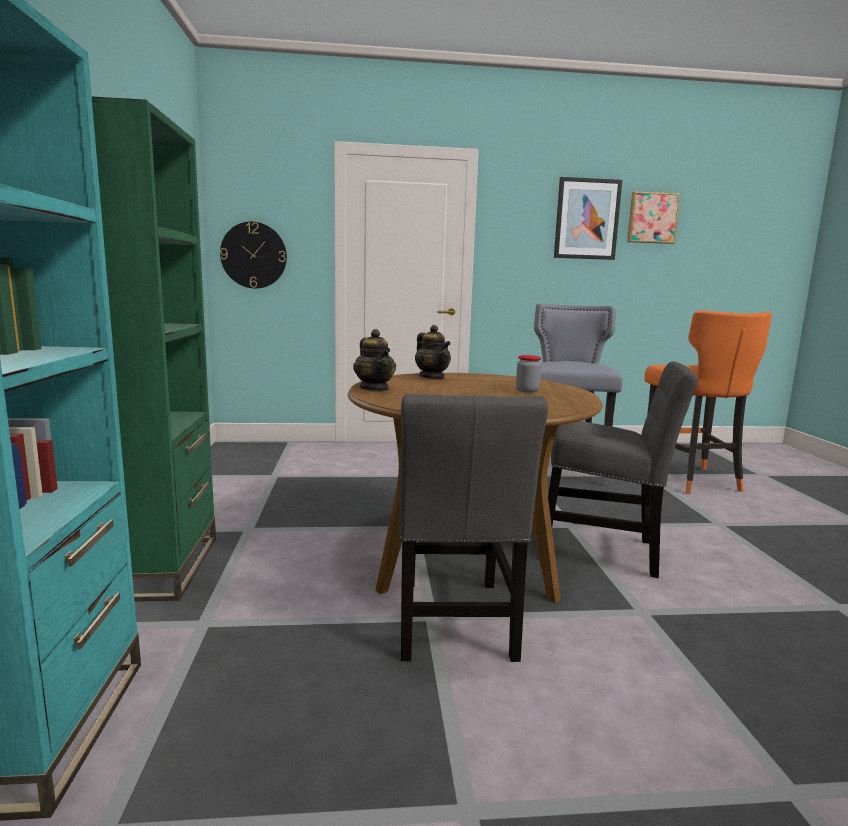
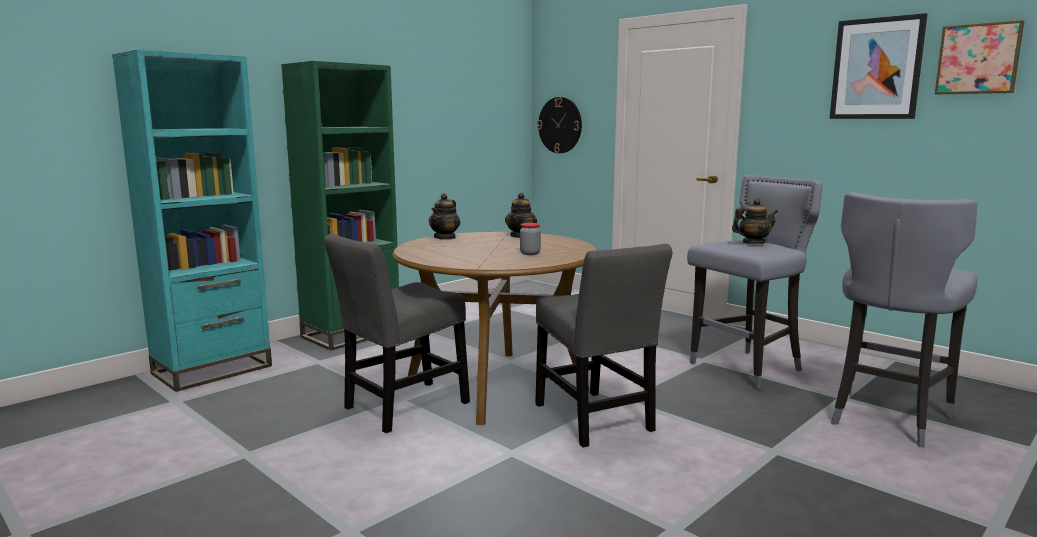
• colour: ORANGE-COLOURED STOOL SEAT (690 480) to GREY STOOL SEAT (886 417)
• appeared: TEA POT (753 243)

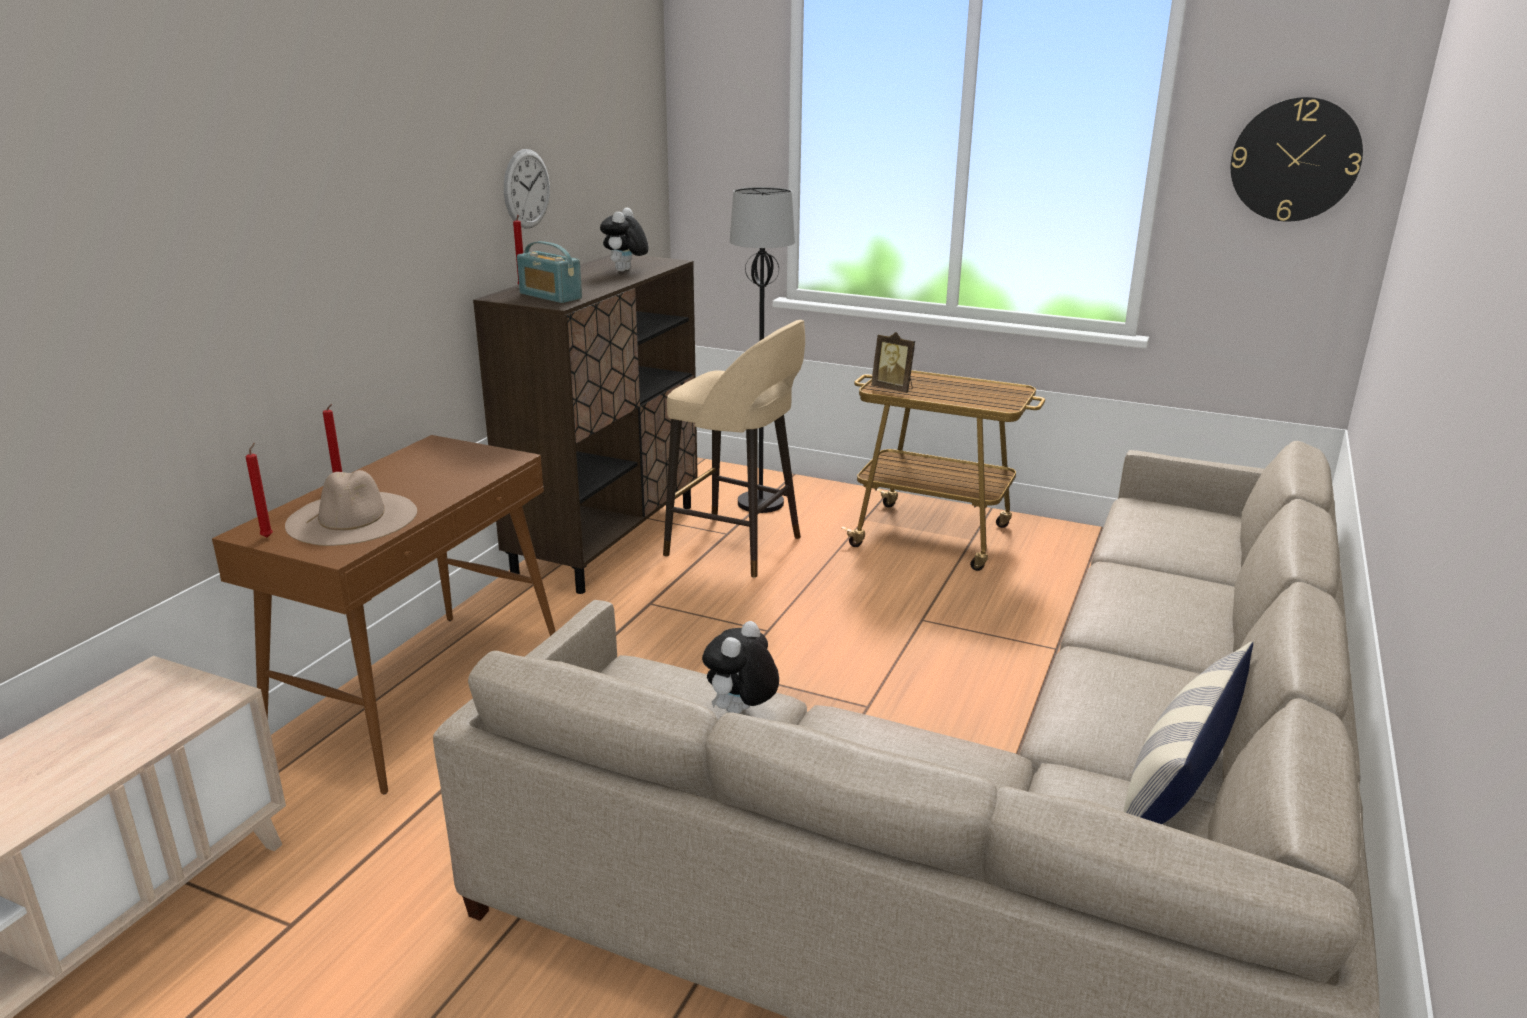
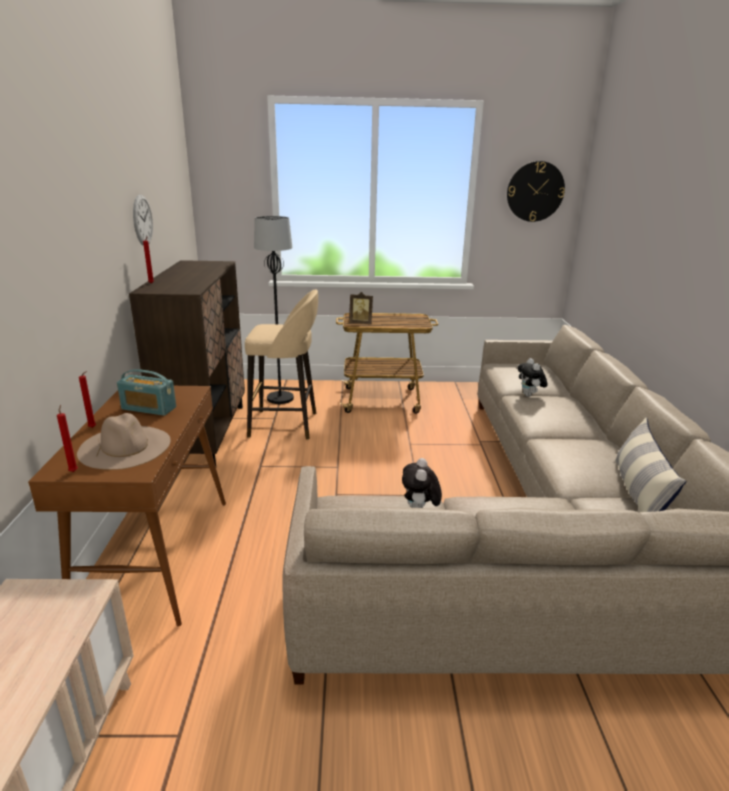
• relocated: RADIO (550 296) to (149 408)
• relocated: CUDDLY TOY (625 271) to (529 395)

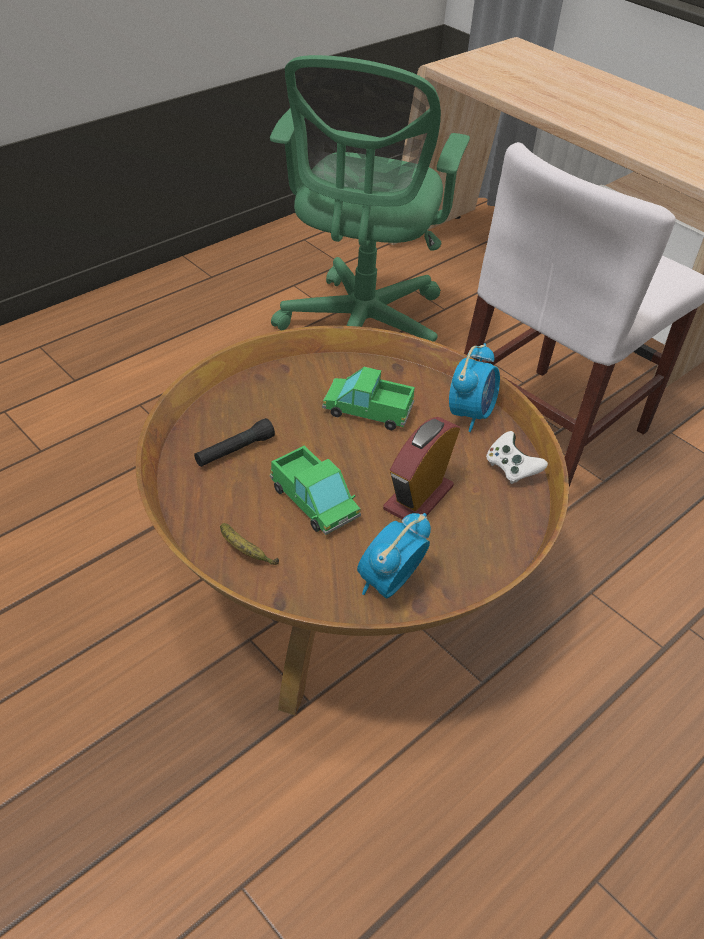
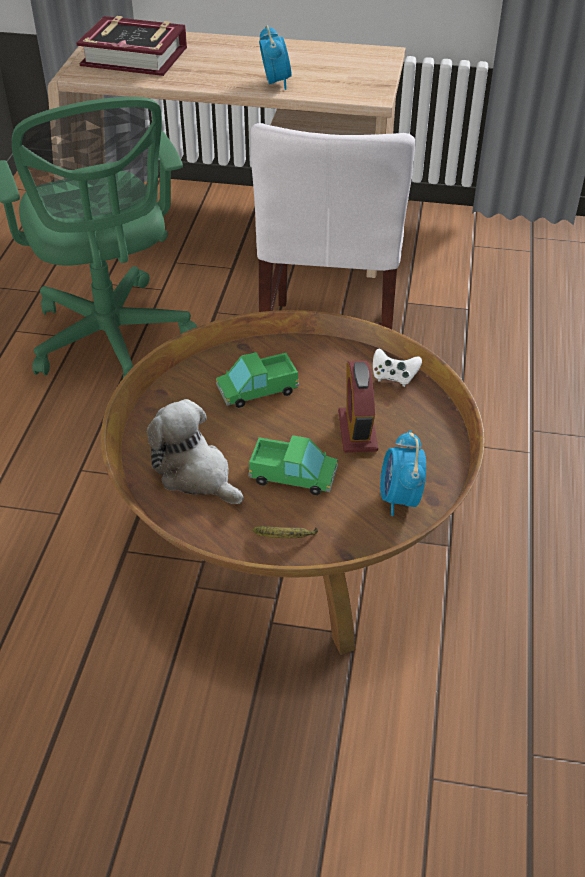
• exchanged: BLACK-COLOURED TORCH (234 450) to CUDDLY TOY (196 474)
• relocated: ALARM CLOCK (470 414) to (275 82)
• appeared: BOOK (134 56)

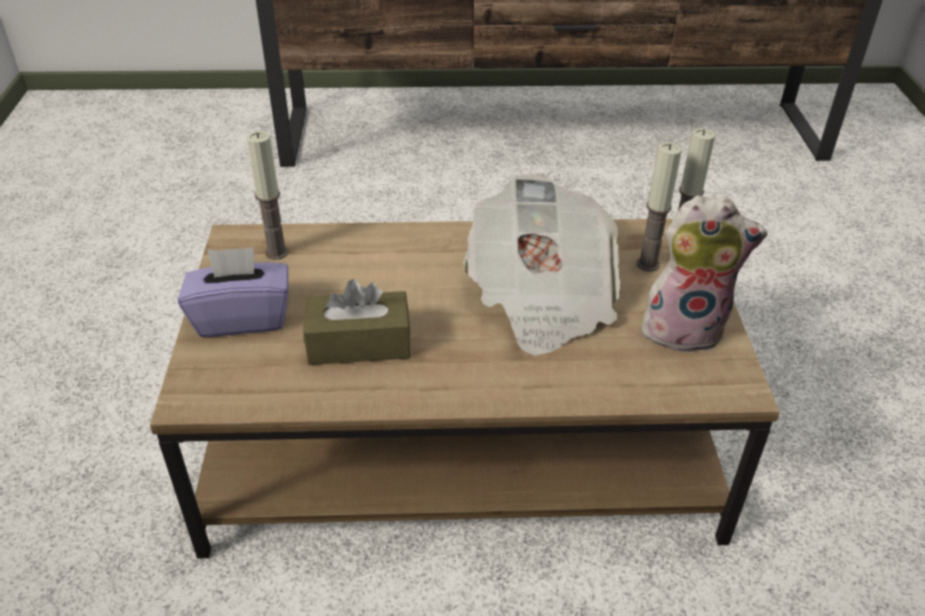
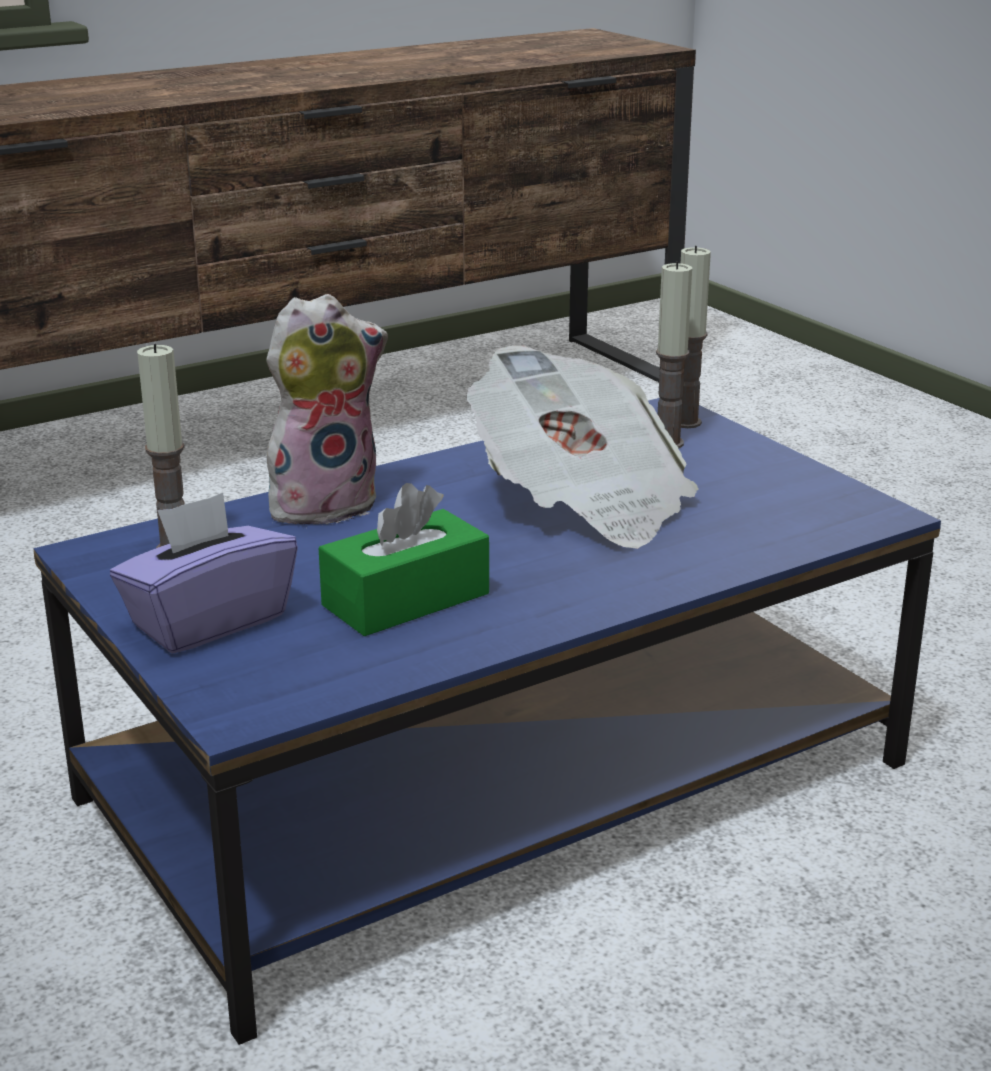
• colour: BROWN-COLOURED LOW TABLE (456 442) to BLUISH LOW TABLE (491 784)
• colour: BROWN-COLOURED BOX OF TISSUES (359 344) to GREENISH BOX OF TISSUES (406 599)
• relocated: CUDDLY TOY (684 328) to (325 503)

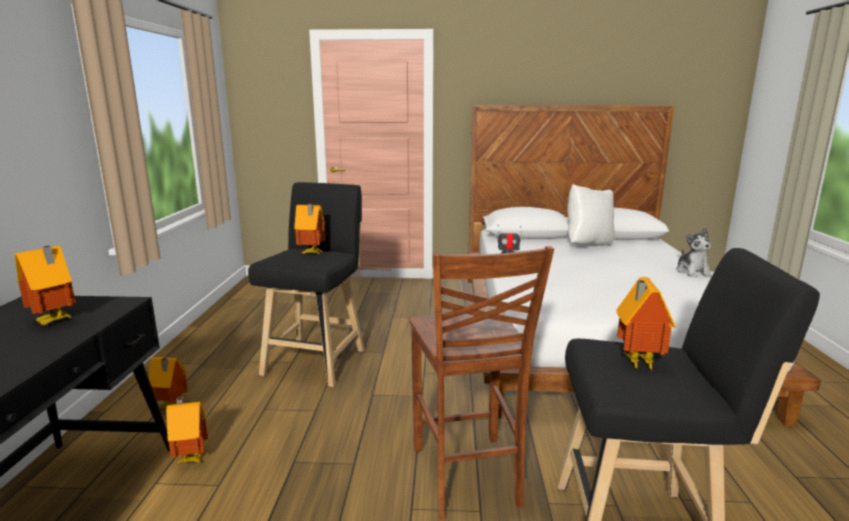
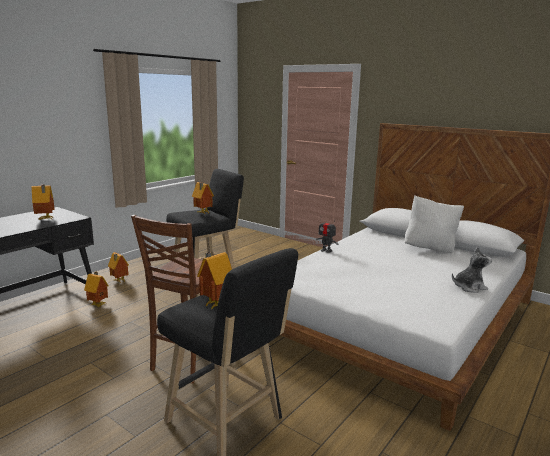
• spun: CUDDLY TOY (692 272) = (469 287) 135 degrees counterclockwise

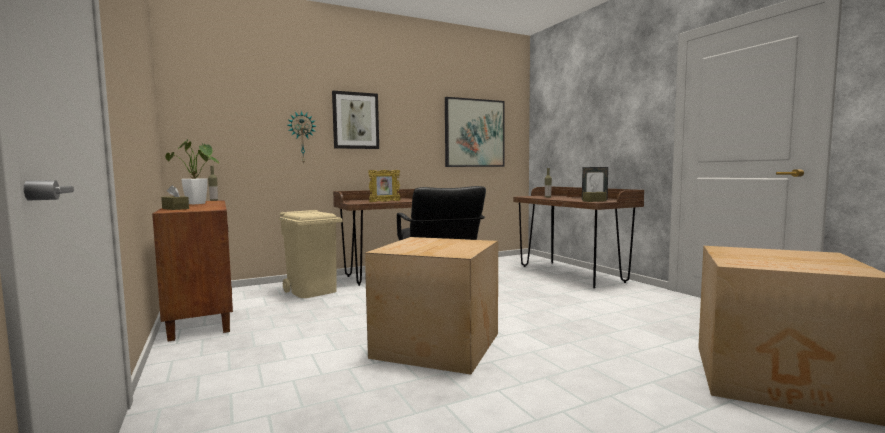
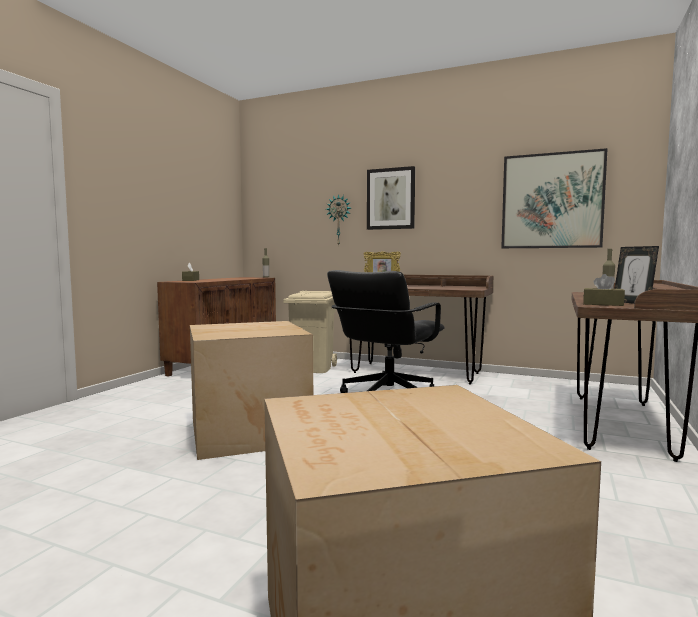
• missing: POTTED PLANT (198 204)

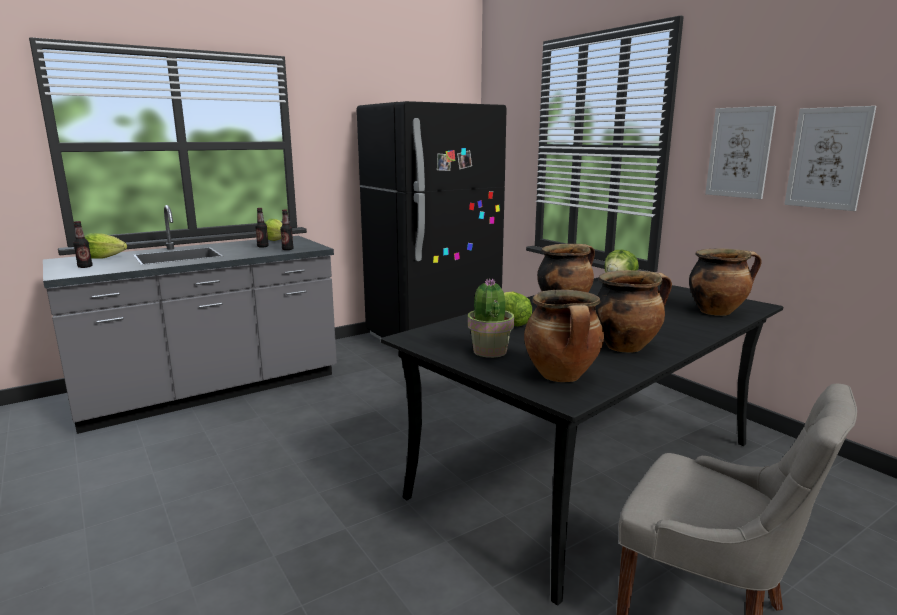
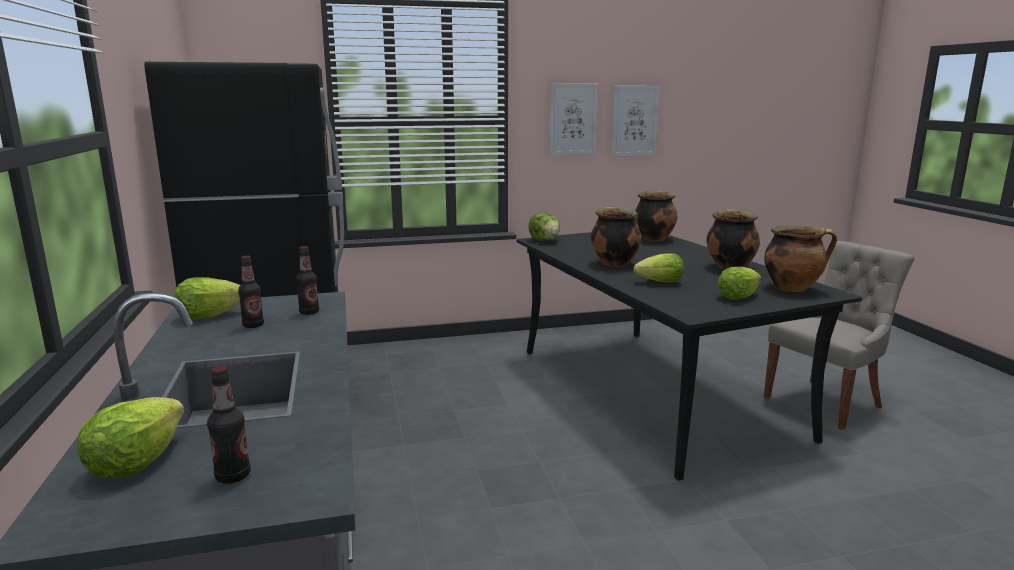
• exchanged: POTTED PLANT (489 352) to LETTUCE (737 297)

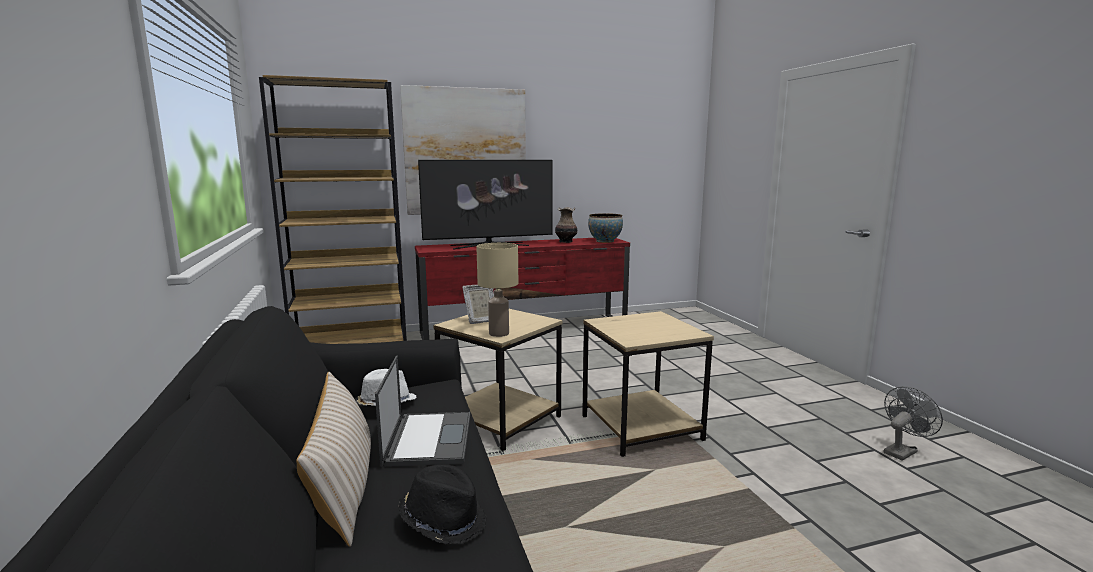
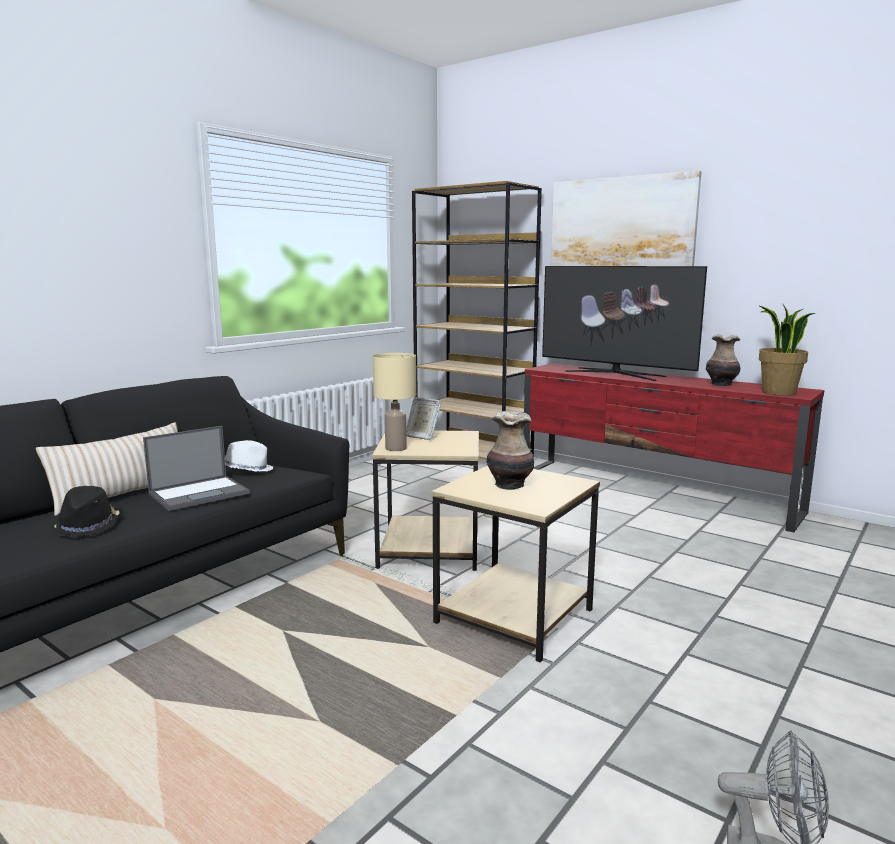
• exchanged: BOWL (605 241) to POTTED PLANT (778 392)
• appeared: DECORATIVE VASE (509 485)

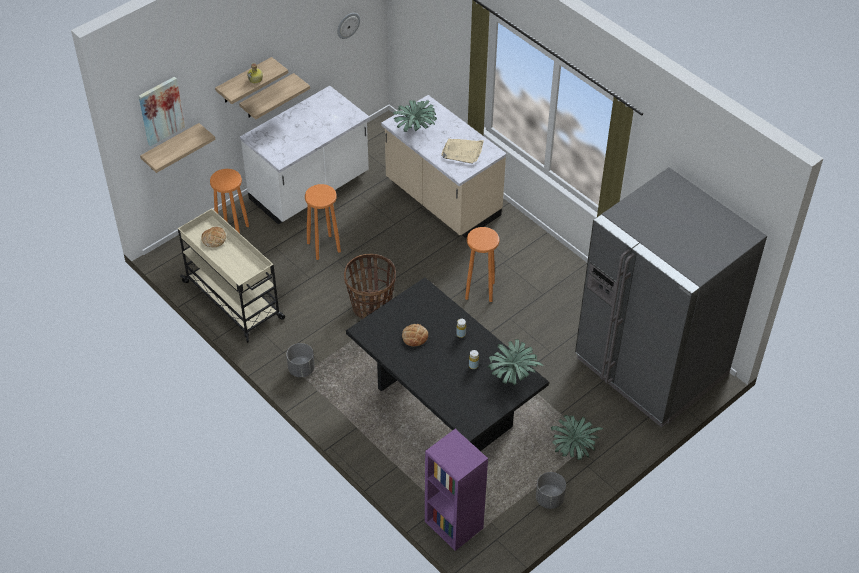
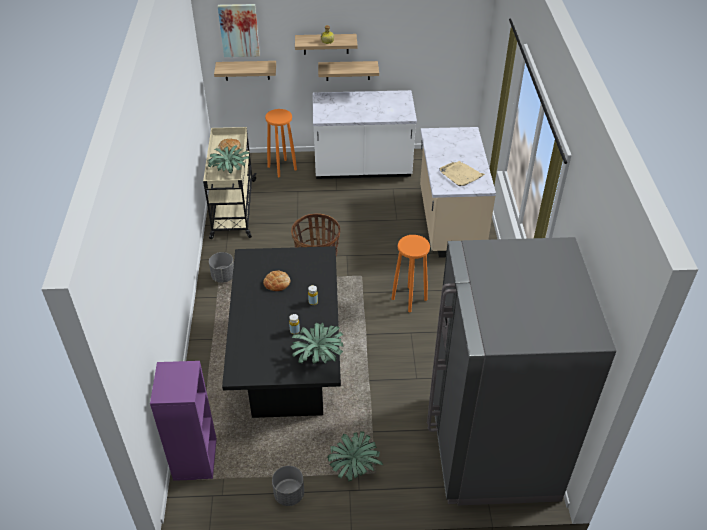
• missing: ORANGE-COLOURED STOOL SEAT (324 247)
• missing: HANGING CLOCK (348 25)
• relocated: POTTED PLANT (415 128) to (229 171)

